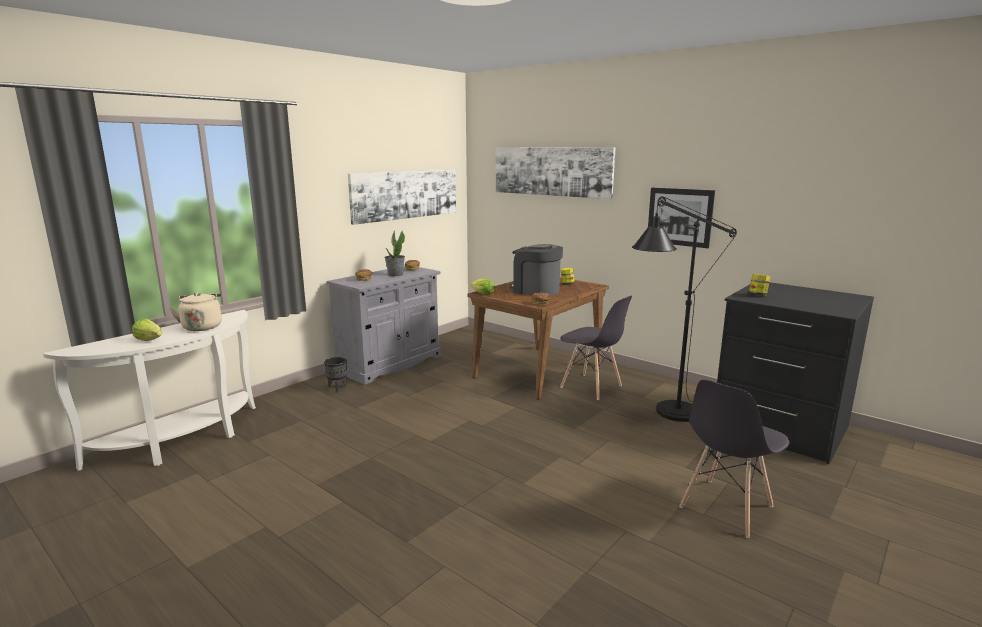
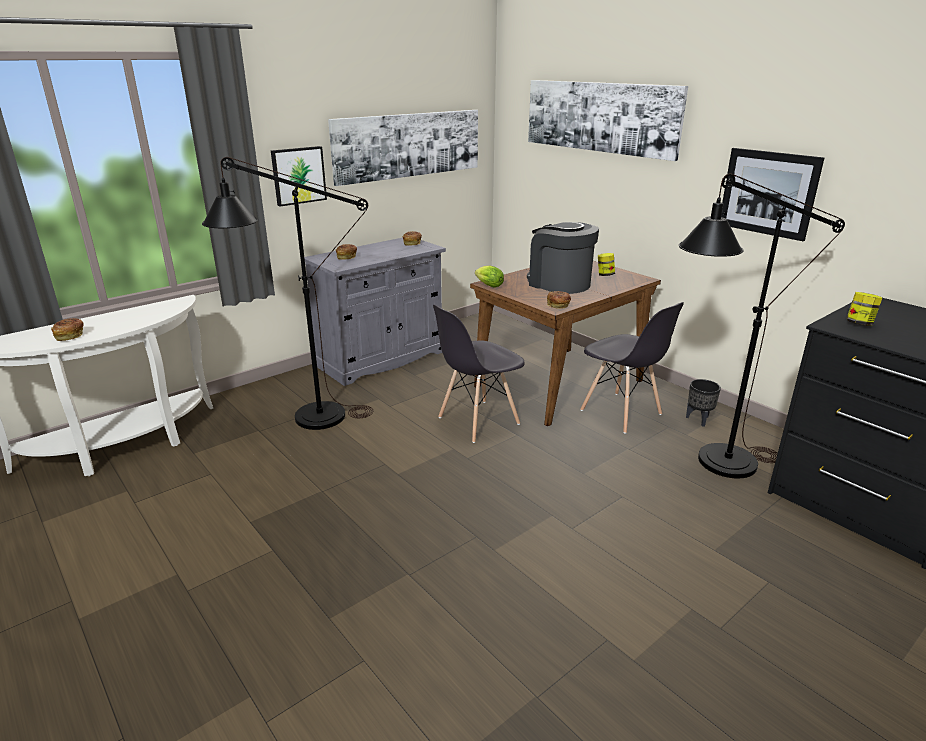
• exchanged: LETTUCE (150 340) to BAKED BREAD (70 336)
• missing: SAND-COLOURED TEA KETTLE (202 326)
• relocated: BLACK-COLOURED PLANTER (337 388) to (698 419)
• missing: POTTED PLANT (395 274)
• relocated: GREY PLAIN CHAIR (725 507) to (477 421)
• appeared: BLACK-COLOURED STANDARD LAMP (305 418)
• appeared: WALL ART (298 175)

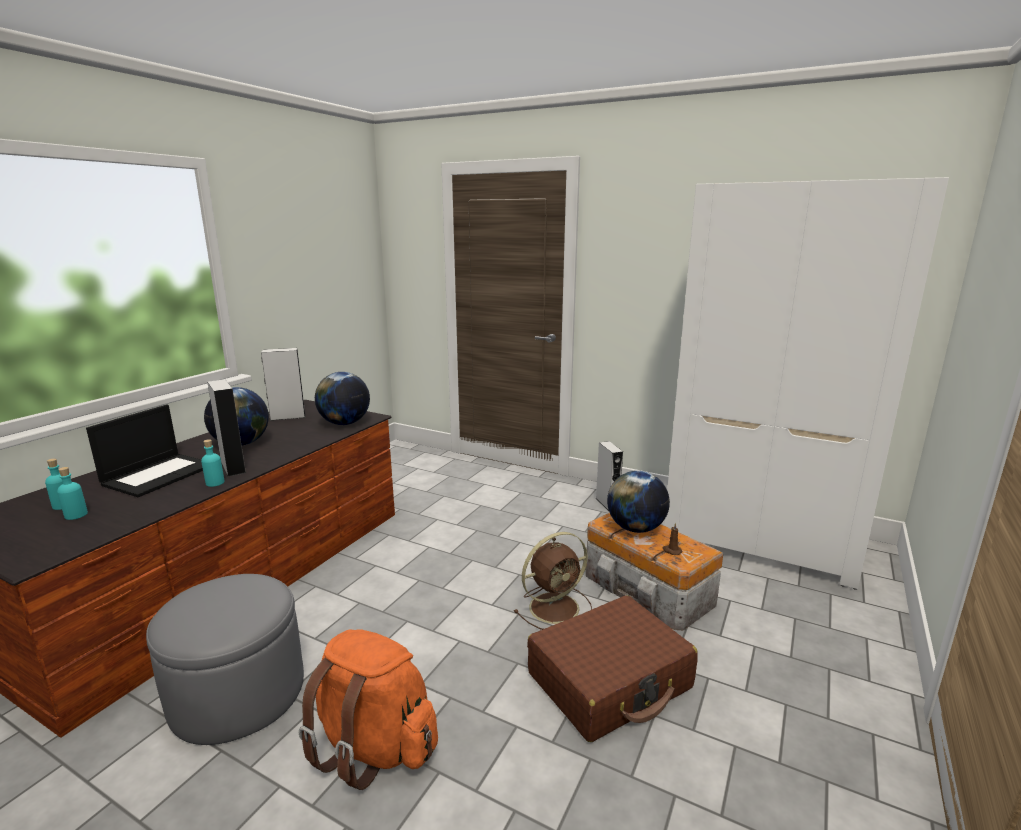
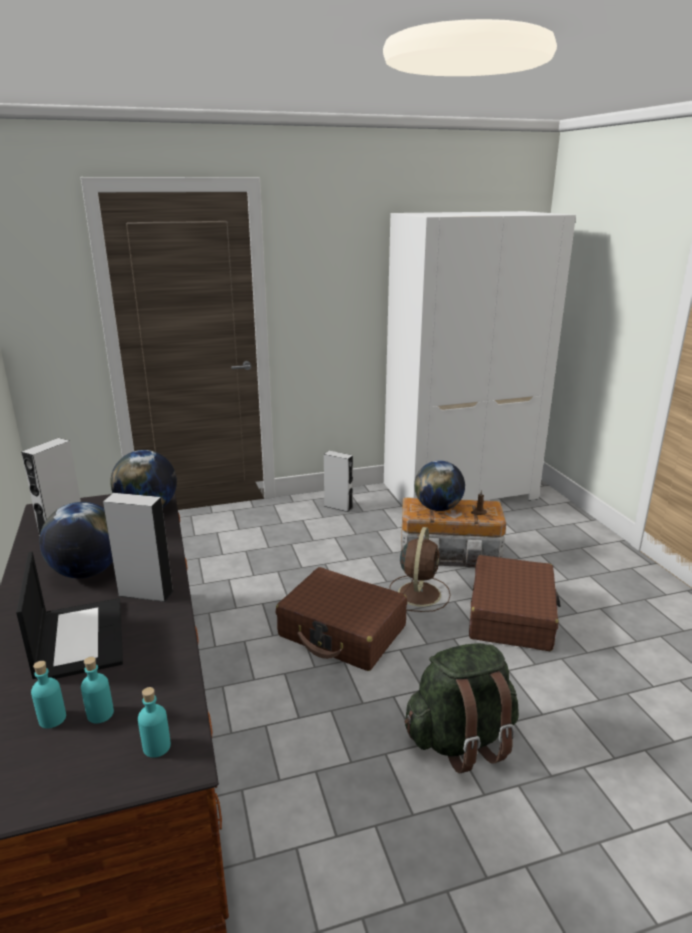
• missing: GREY OTTOMAN (237 692)
• relocated: BLUE-GREEN BOTTLE (215 483) to (156 747)
• colour: ORANGE-COLOURED KNAPSACK (374 747) to GREENISH KNAPSACK (461 740)
• appeared: BROWN-COLOURED SUITCASE (342 632)

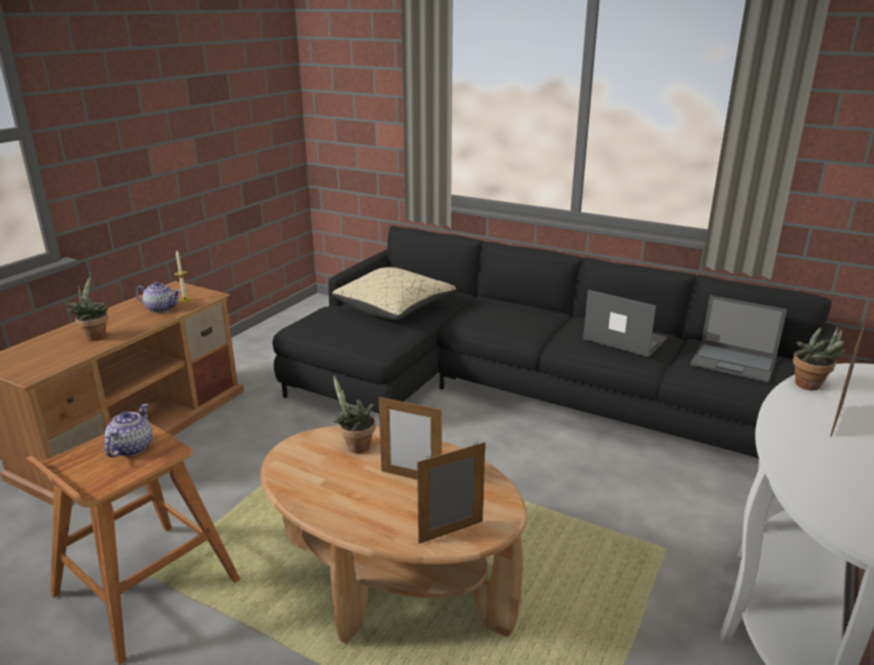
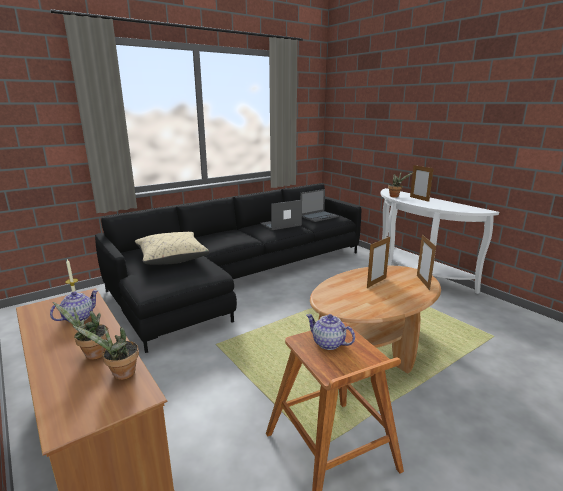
• relocated: POTTED PLANT (355 446) to (121 375)

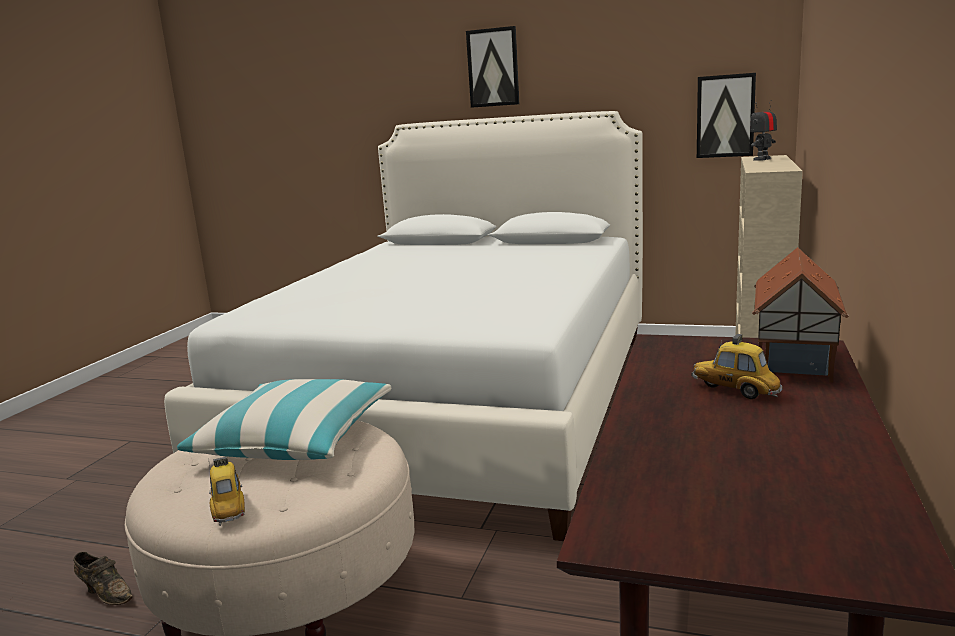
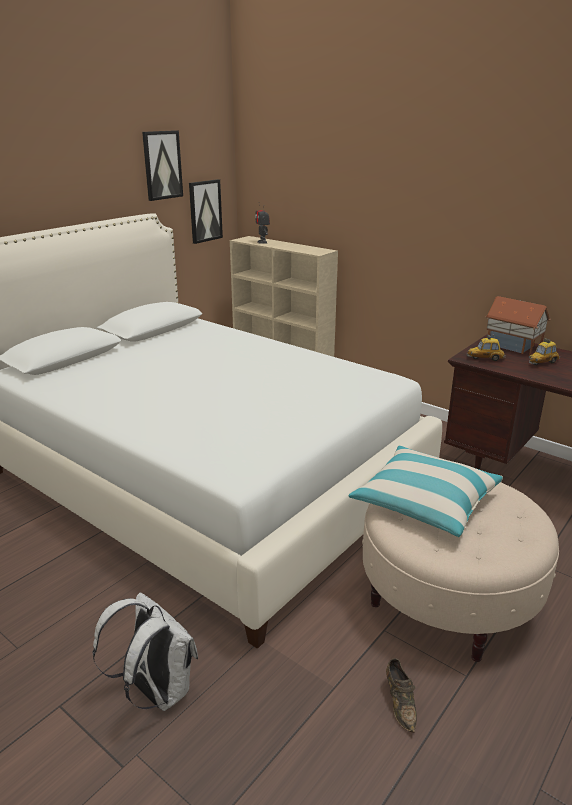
• spun: BROWN-COLOURED ITEM OF FOOTWEAR (106 593) = (400 703) 120 degrees clockwise
• relocated: MINIATURE CAR (229 508) to (485 359)
• relocated: WALL ART (493 67) to (162 165)
• appeared: WHITISH KNAPSACK (156 691)

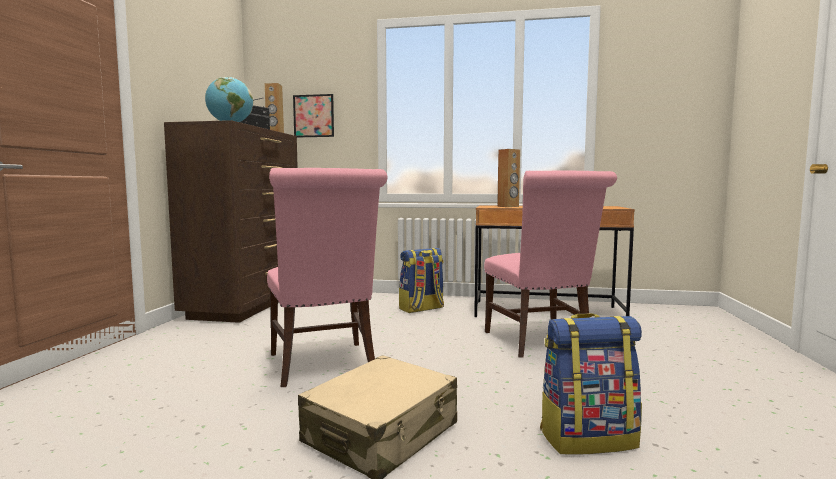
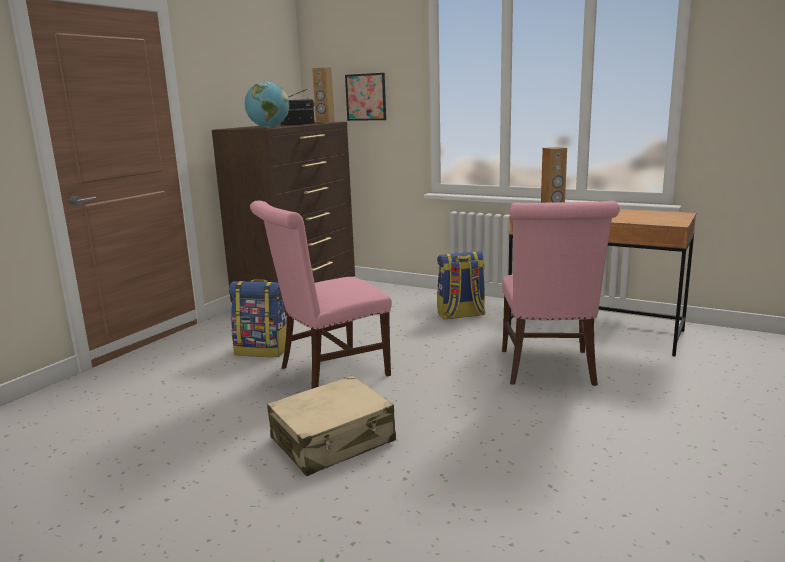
• spun: PINK PLAIN CHAIR (324 366) = (327 372) 60 degrees clockwise
• relocated: KNAPSACK (588 438) to (262 350)

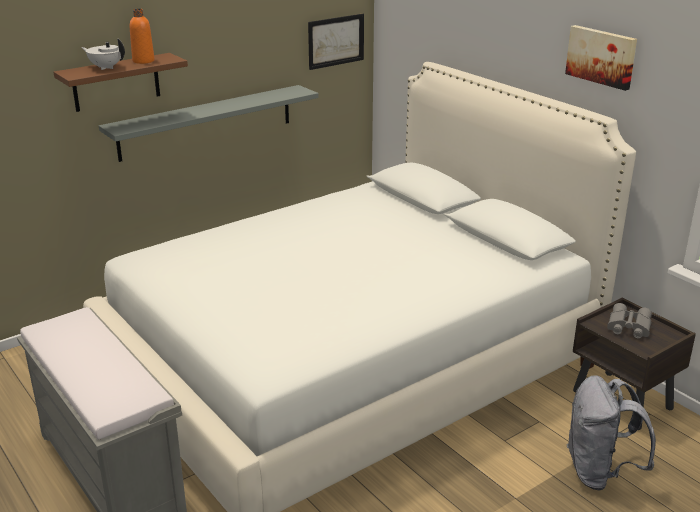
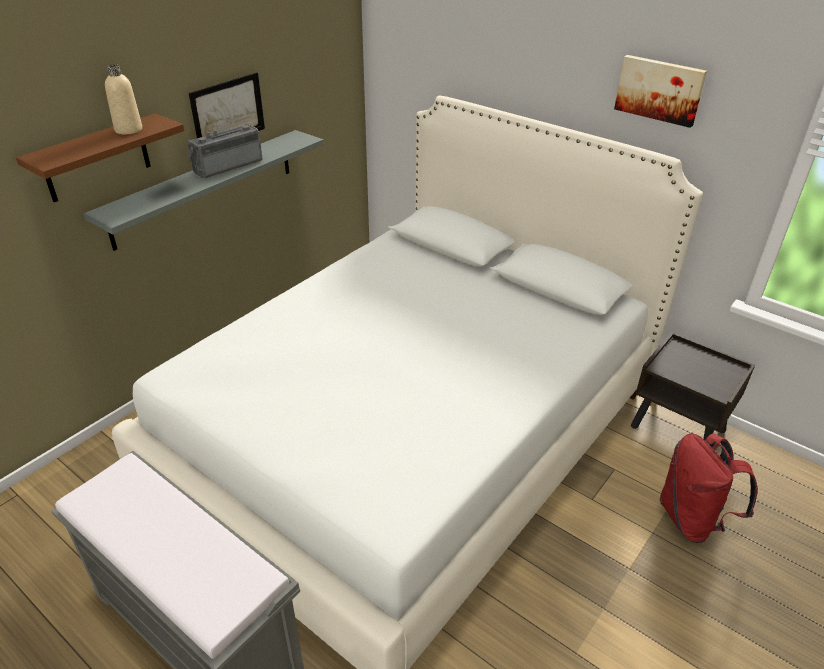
• missing: WHITISH TEA POT (106 67)
• colour: ORANGE-COLOURED BOTTLE (143 61) to SAND-COLOURED BOTTLE (128 130)
• relocated: WALL ART (336 41) to (228 111)
• colour: GREY KNAPSACK (600 472) to REDDISH KNAPSACK (692 519)
• missing: GREY PAIR OF BINOCULARS (627 327)
• appeared: RADIO (226 165)

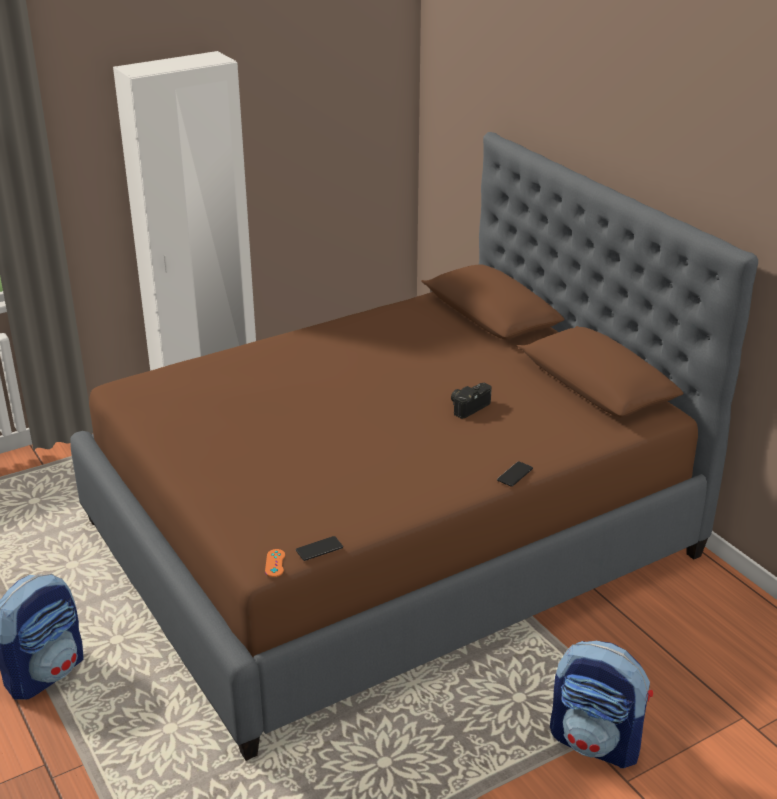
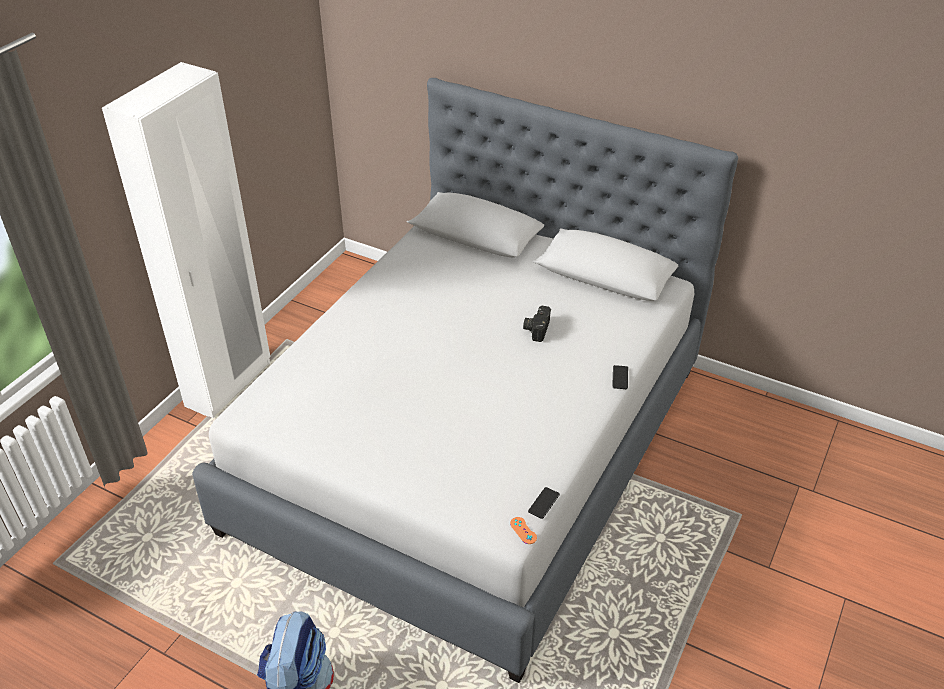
• colour: BROWN-COLOURED BED (390 538) to GREY BED (473 447)
• missing: KNAPSACK (596 742)

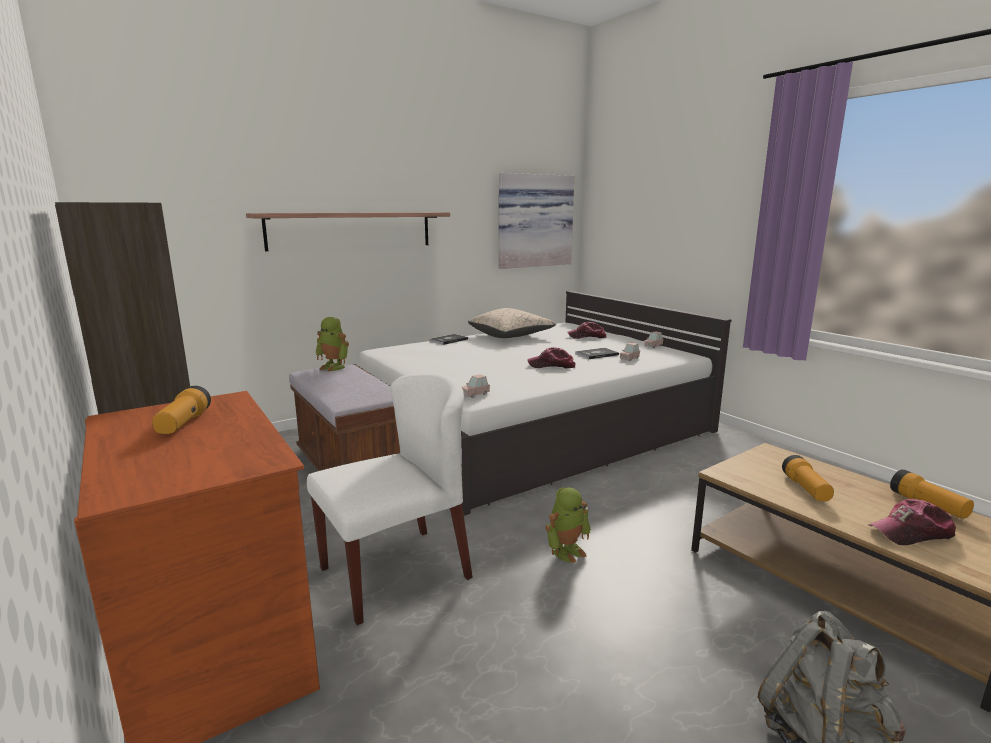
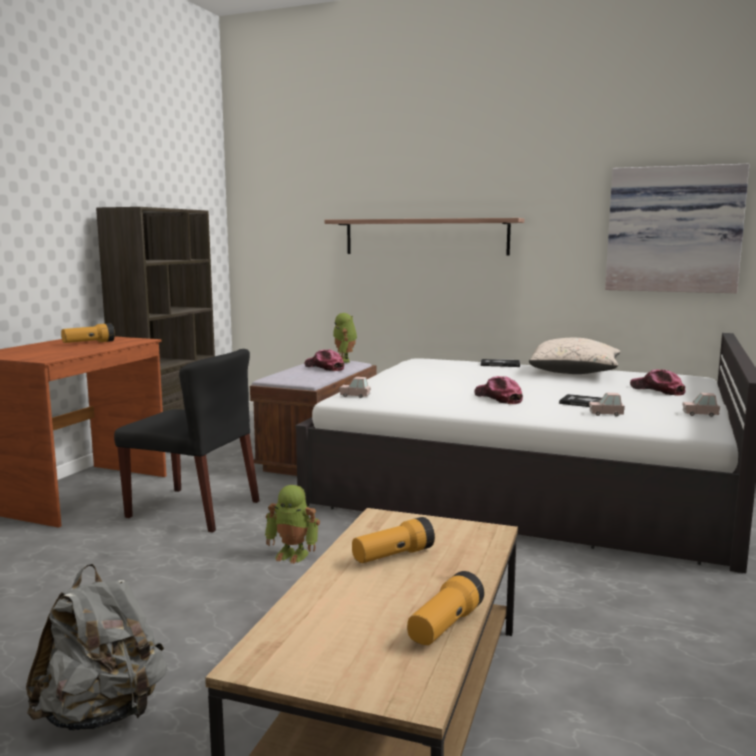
• colour: WHITISH PLAIN CHAIR (396 572) to BLACK-COLOURED PLAIN CHAIR (195 509)
• relocated: PEAKED CAP (911 532) to (324 367)

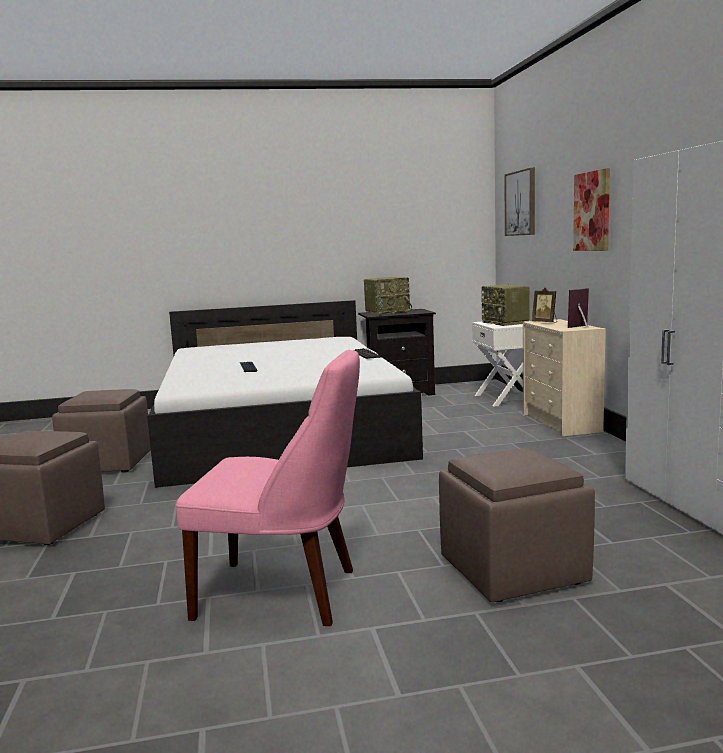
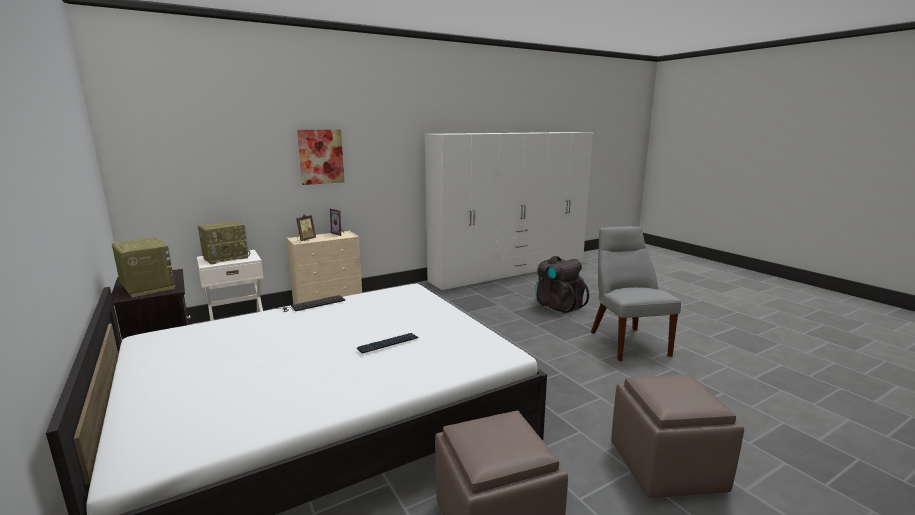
• colour: PINK PLAIN CHAIR (284 594) to GREY PLAIN CHAIR (626 342)
• exchanged: BROWN-COLOURED OTTOMAN (511 570) to BLACK-COLOURED KNAPSACK (558 305)
• missing: WALL ART (521 203)

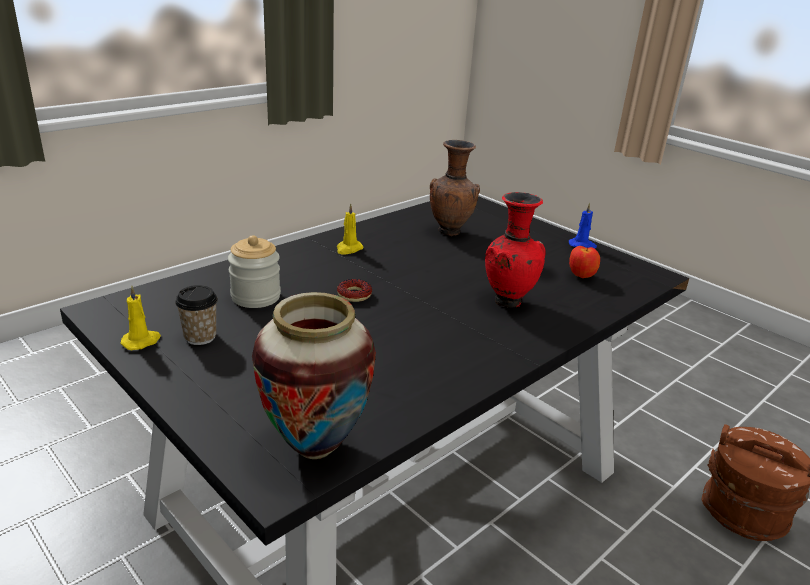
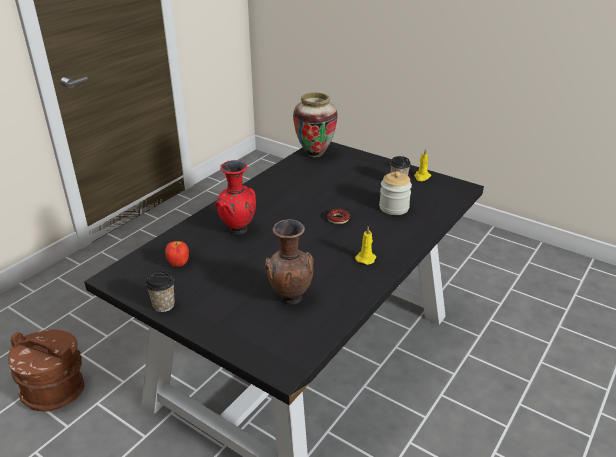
• exchanged: BLUISH WAX LIGHT (582 245) to SMALL CUP (163 305)

